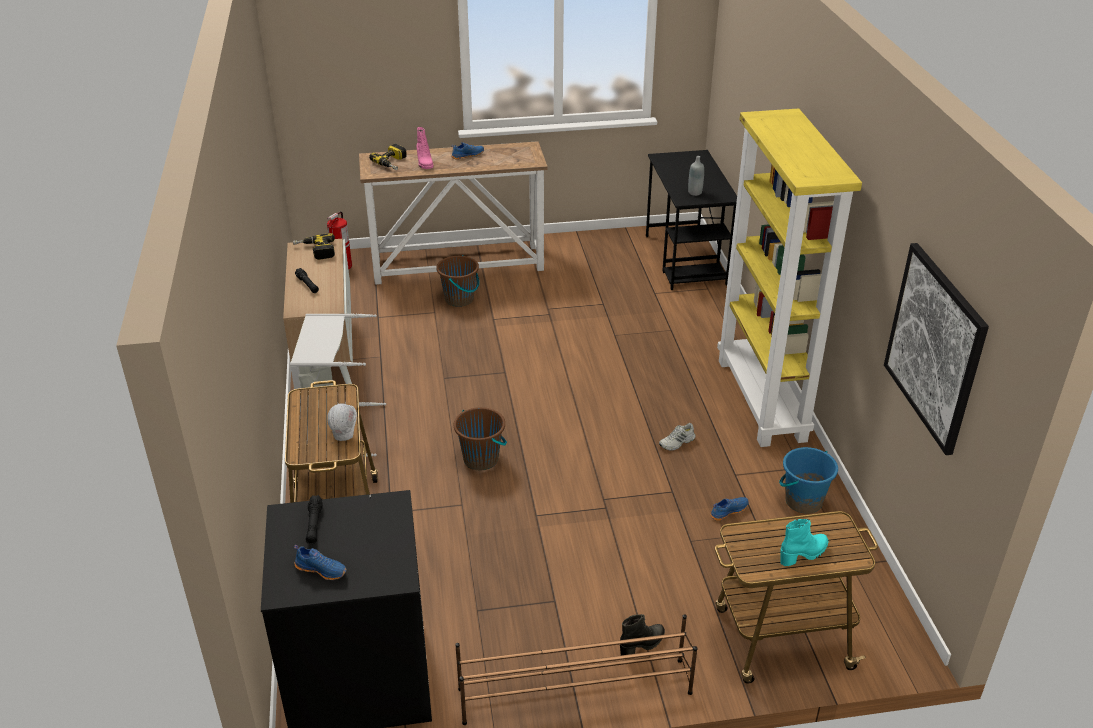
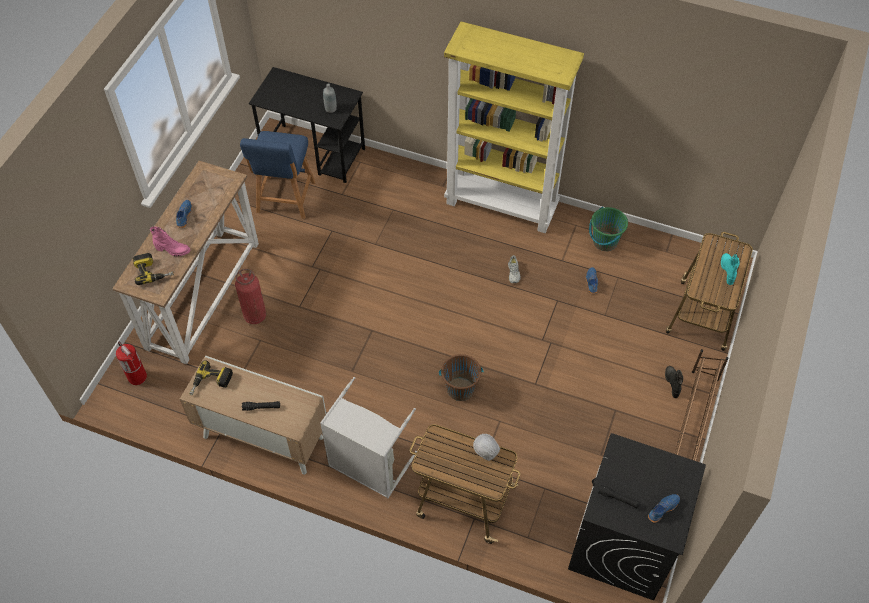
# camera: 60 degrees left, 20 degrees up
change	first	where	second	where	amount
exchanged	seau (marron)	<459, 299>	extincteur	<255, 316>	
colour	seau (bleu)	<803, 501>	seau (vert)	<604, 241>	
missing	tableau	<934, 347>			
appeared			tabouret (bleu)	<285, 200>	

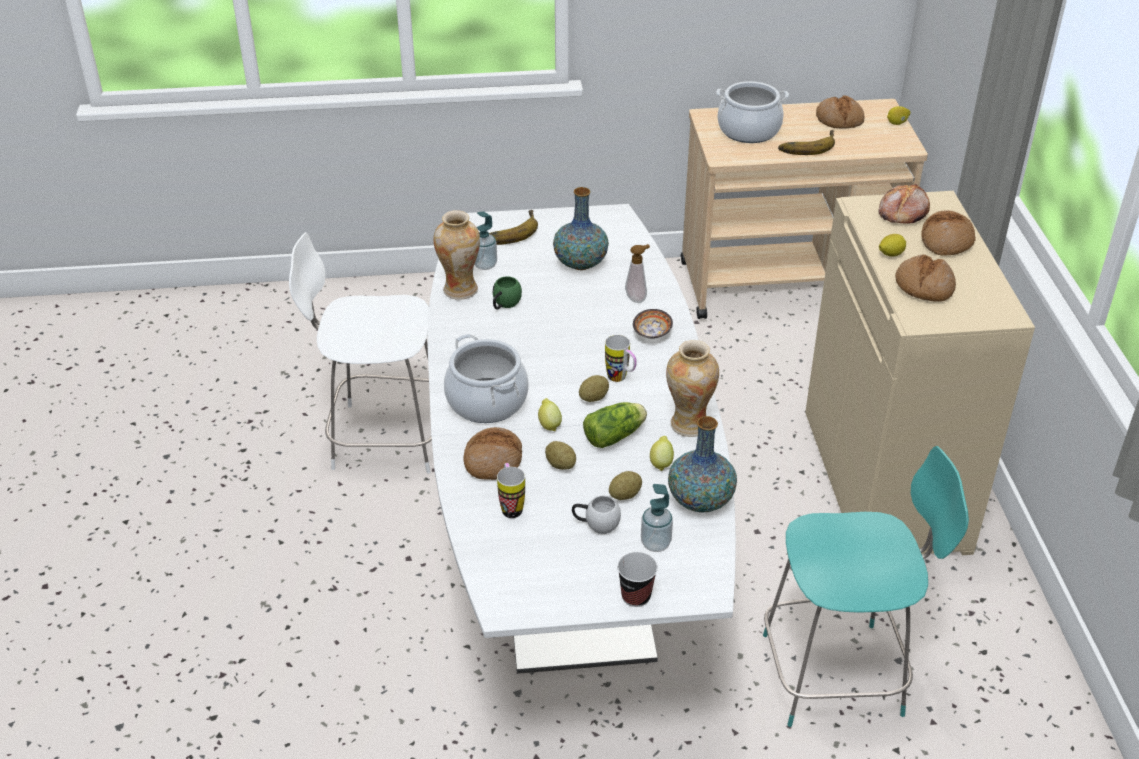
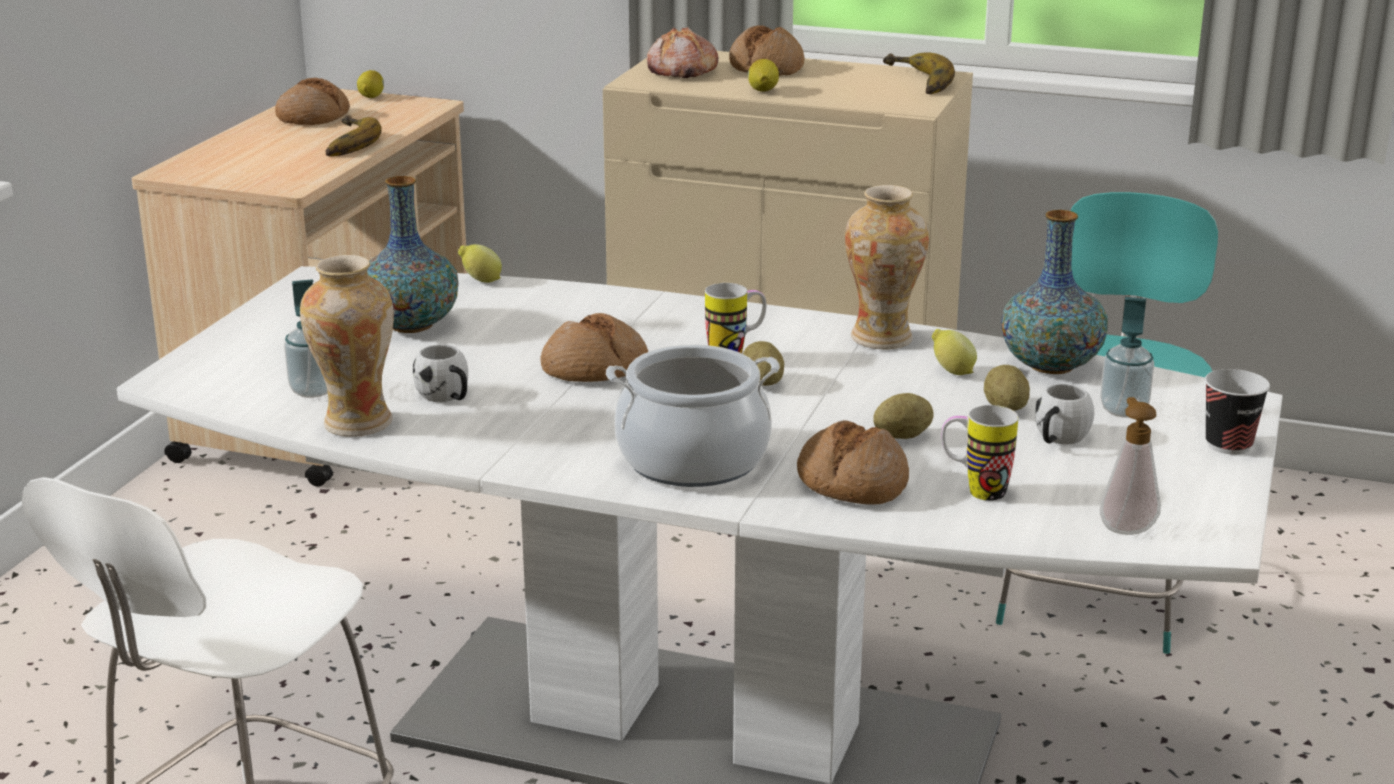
# camera: 65 degrees left, 15 degrees down
change	first	where	second	where	amount
relocated	banane	<508, 232>		<914, 81>	
colour	mug (vert)	<504, 305>	mug (blanc)	<447, 397>	
relocated	citron	<549, 424>		<480, 281>	
missing	laitue	<616, 435>			
relocated	distributeur de savon	<637, 298>		<1126, 527>	
missing	bol	<652, 333>			
missing	marmite	<748, 130>			
relocated	pain	<924, 287>		<595, 368>	

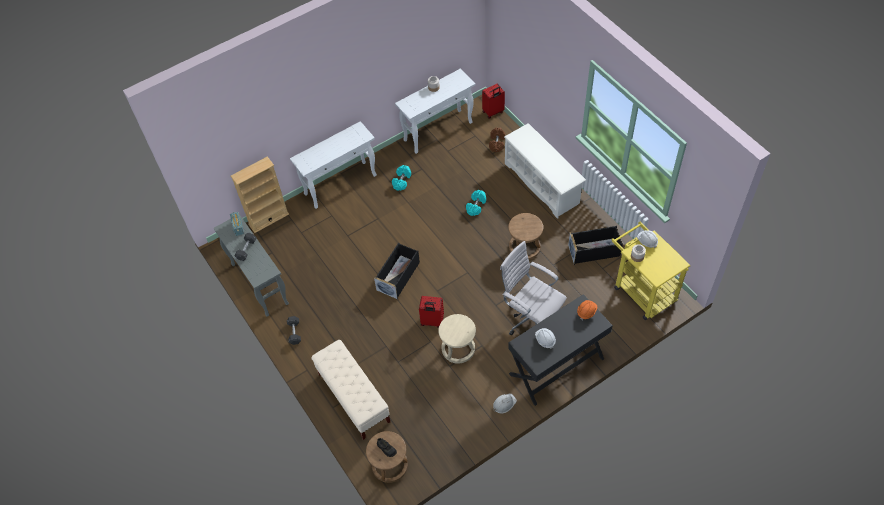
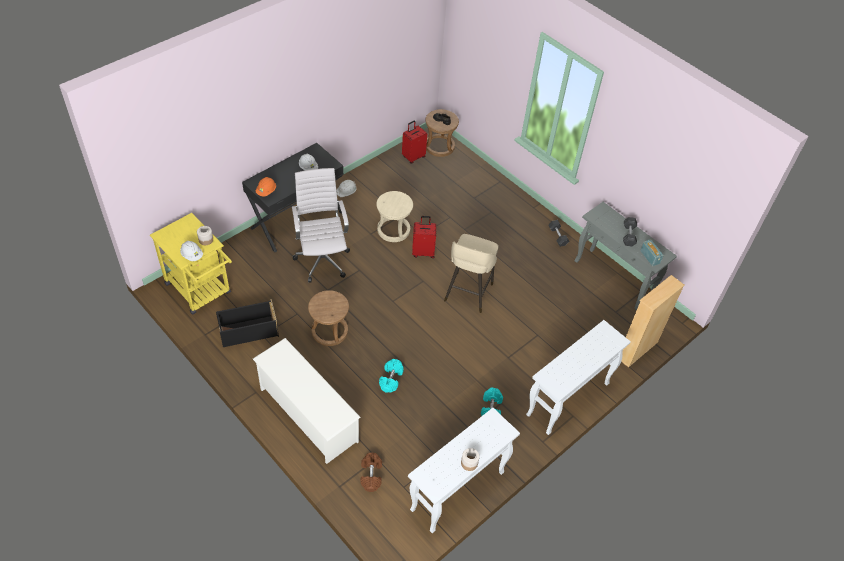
# camera: 165 degrees right, 5 degrees down
change	first	where	second	where	amount
missing	banc (beige)	<353, 398>			
exchanged	boîte de rangement (noir)	<398, 276>	tabouret (beige)	<467, 294>	
relocated	valise (rouge)	<493, 112>		<413, 156>	
spun	chaise de bureau (blanc)	<530, 318>		<322, 259>	135 degrees counterclockwise

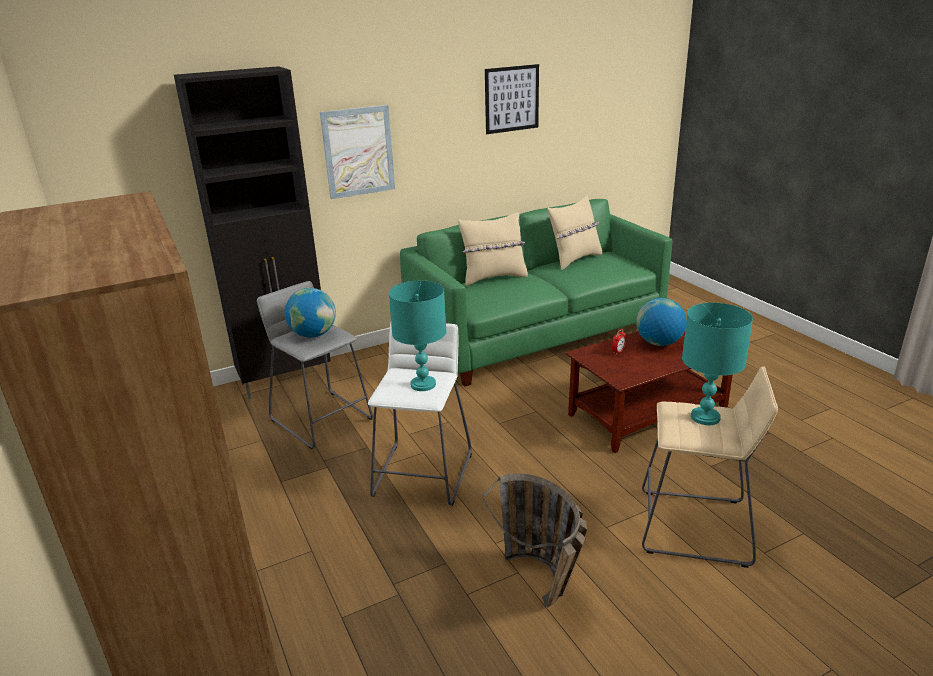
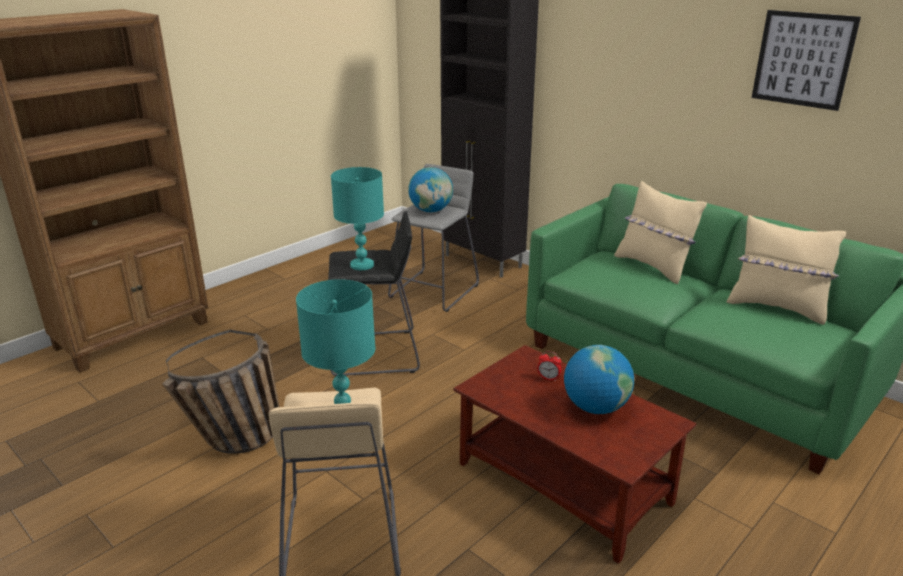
# camera: 70 degrees right, 0 degrees up
change	first	where	second	where	amount
missing	tableau	<358, 152>			
colour	tabouret (blanc)	<423, 474>	tabouret (noir)	<375, 353>	

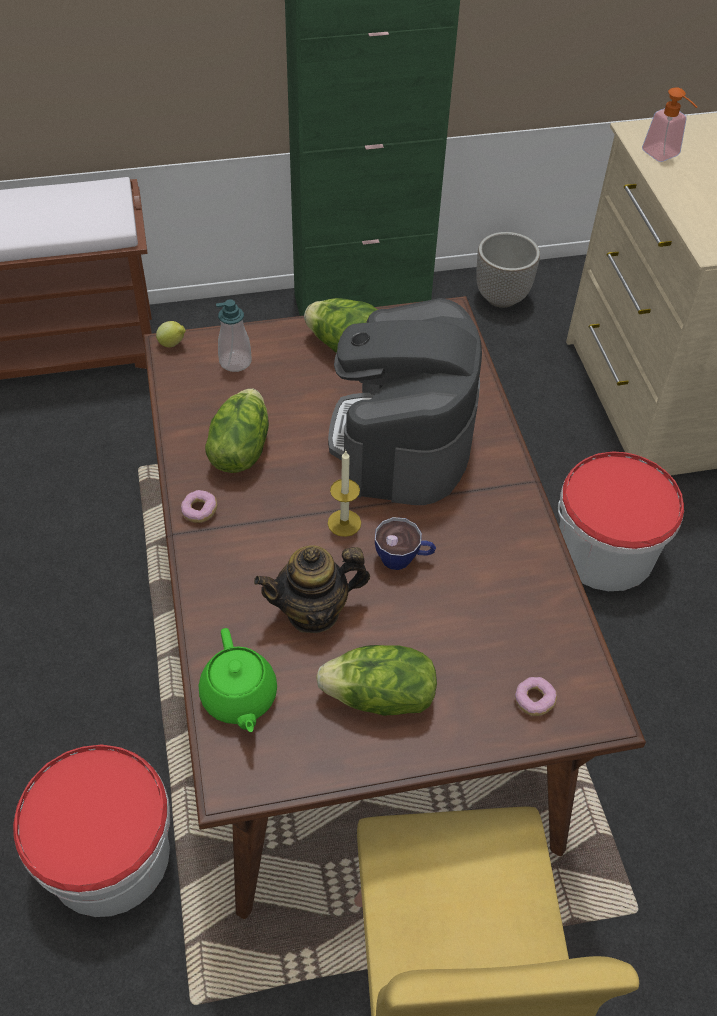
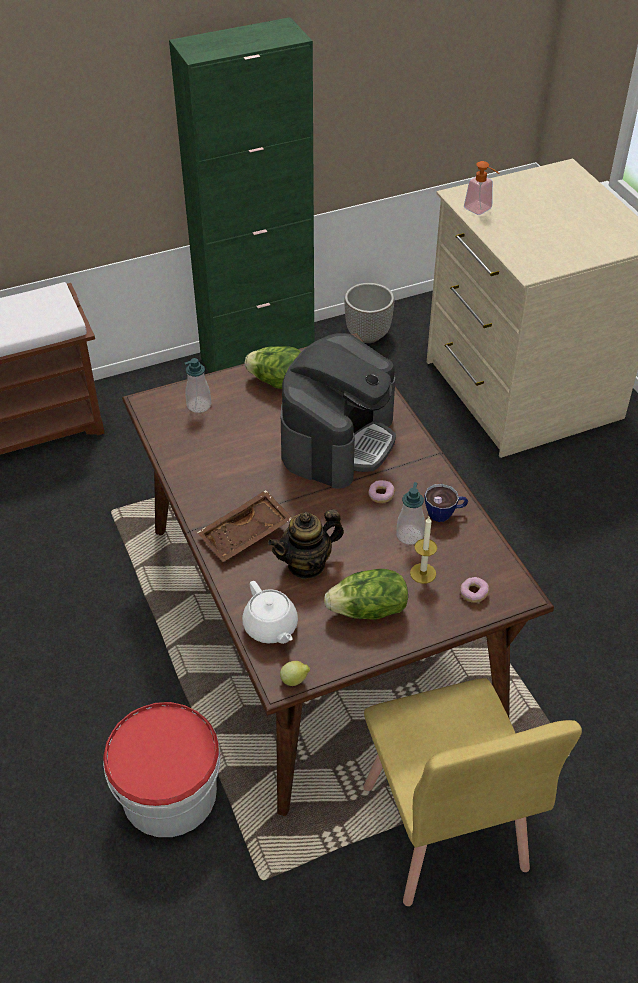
# camera: 10 degrees left, 5 degrees down
change	first	where	second	where	amount
relocated	citron	<173, 344>		<295, 680>	
relocated	beignet	<200, 511>		<381, 495>	
colour	théière (vert)	<239, 697>	théière (blanc)	<271, 627>	
missing	laitue	<239, 449>			
spun	machine à café	<403, 439>		<338, 440>	150 degrees counterclockwise
relocated	bougie	<344, 523>		<423, 573>	
relocated	tasse	<404, 558>		<445, 513>	
missing	seau	<605, 550>			
appeared			plateau (marron)	<246, 535>	
appeared			distributeur de savon	<410, 535>	

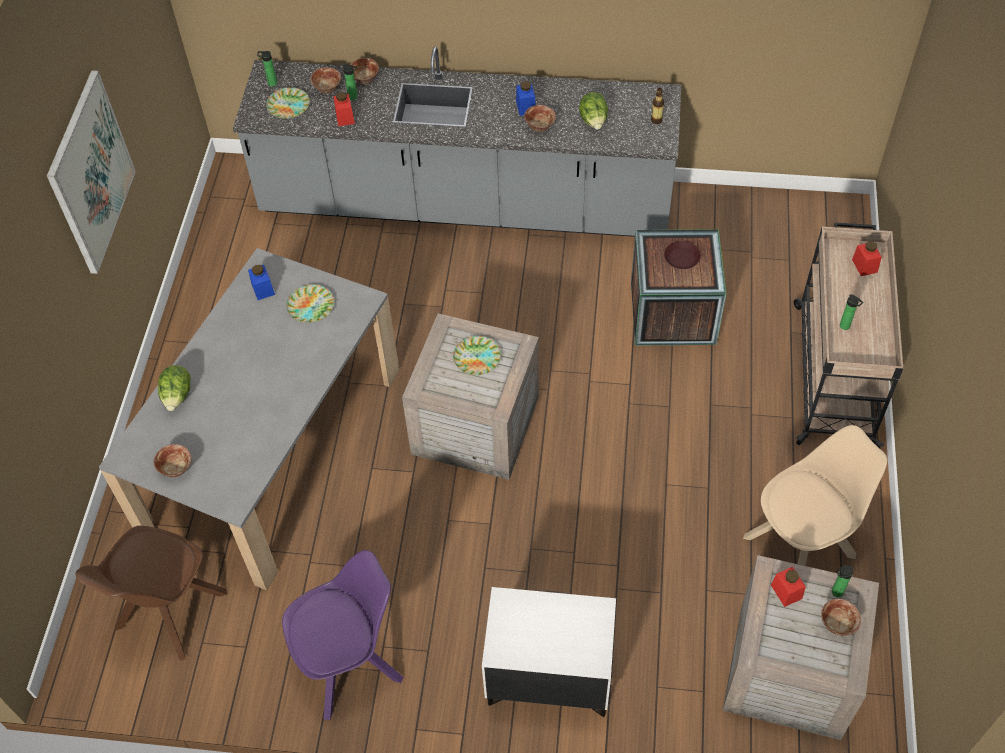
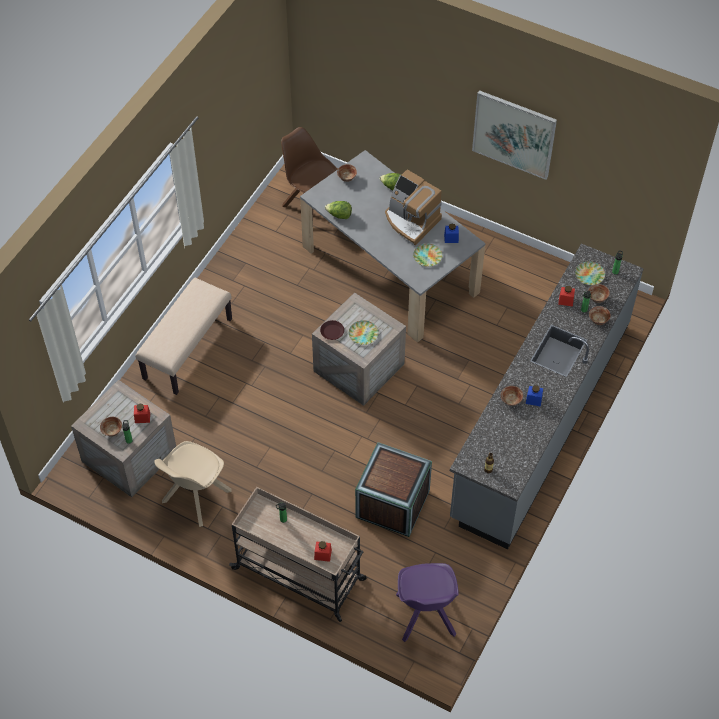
# camera: 110 degrees right, 0 degrees up
change	first	where	second	where	amount
relocated	chaise (violet)	<351, 663>		<425, 616>	
exchanged	table de chevet (blanc)	<548, 678>	banc (beige)	<187, 348>	
relocated	laitue	<593, 121>		<339, 215>	
relocated	assiette (marron)	<682, 258>		<332, 331>	
spun	chaise (beige)	<802, 545>		<195, 497>	45 degrees clockwise
appeared			machine à café	<411, 221>	

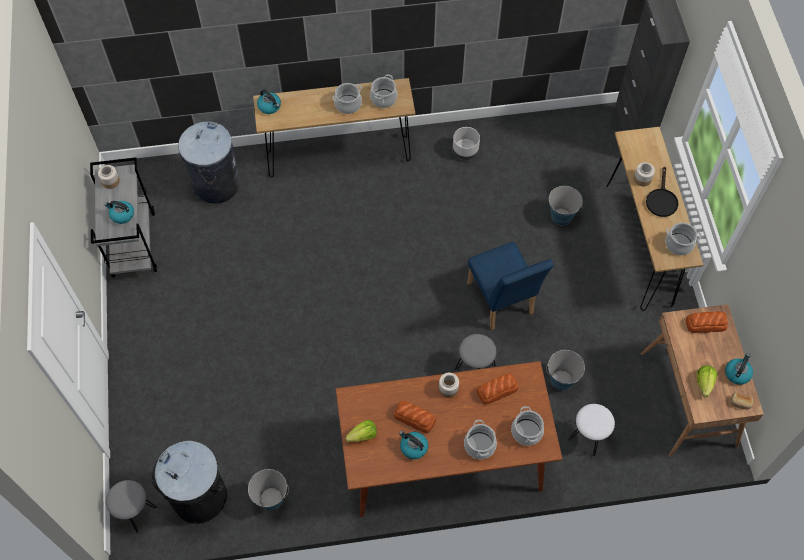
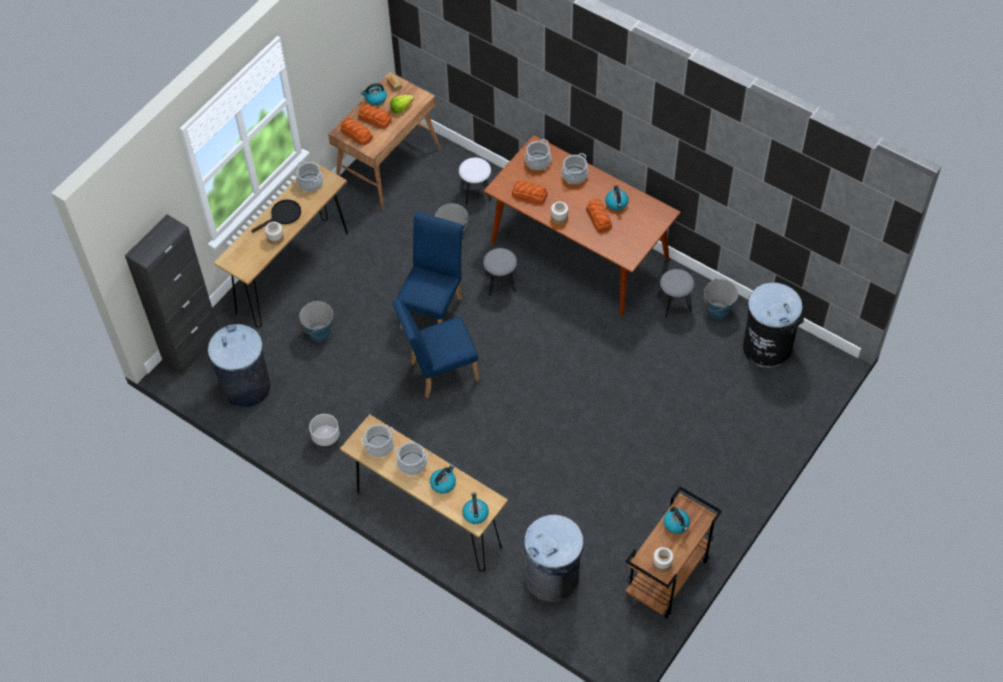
# camera: 135 degrees left, 5 degrees down
change	first	where	second	where	amount
colour	chariot (gris)	<133, 243>	chariot (marron)	<667, 577>	
relocated	tabouret (gris)	<135, 512>		<674, 305>	
missing	laitue	<363, 435>			
appeared			poubelle (gris)	<245, 387>	
appeared			pain	<374, 118>	
appeared			chaise (bleu)	<439, 372>	
appeared			bouilloire	<443, 483>	

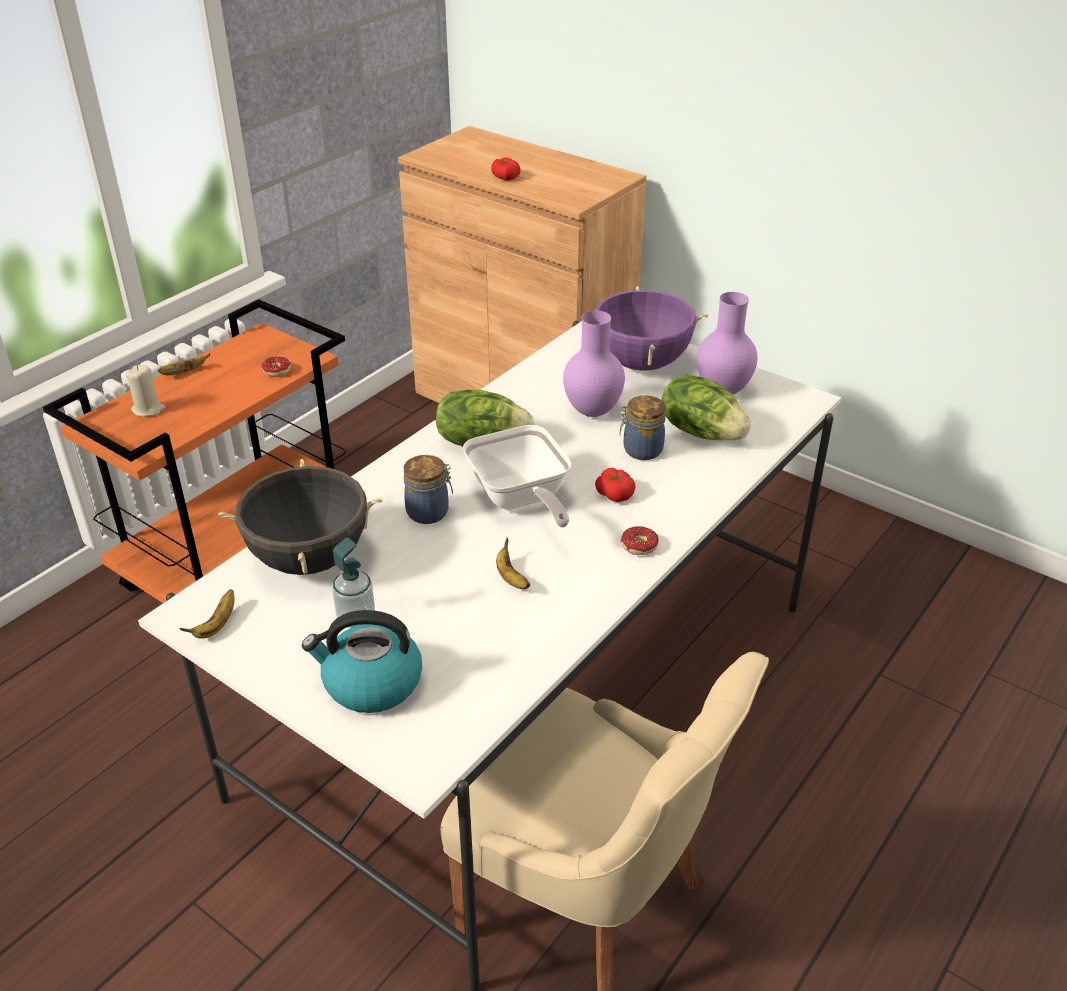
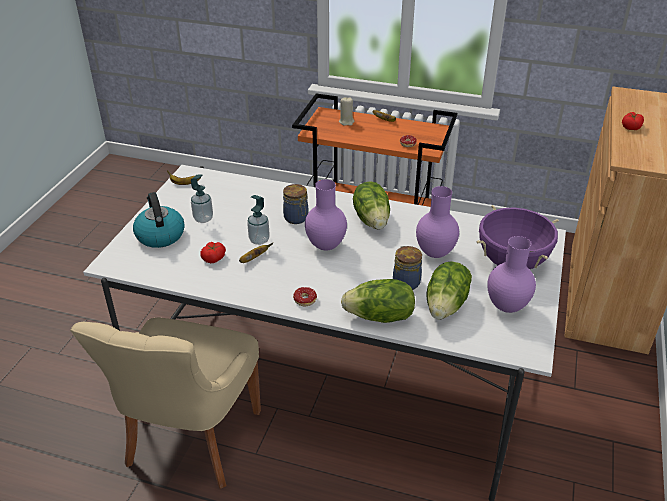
# camera: 70 degrees right, 0 degrees up
change	first	where	second	where	amount
missing	marmite (noir)	<309, 559>			
exchanged	poêle	<520, 500>	vase (violet)	<325, 246>	
relocated	tomate	<615, 494>		<214, 258>	
appeared			distributeur de savon	<259, 240>	
appeared			laitue	<380, 317>	

